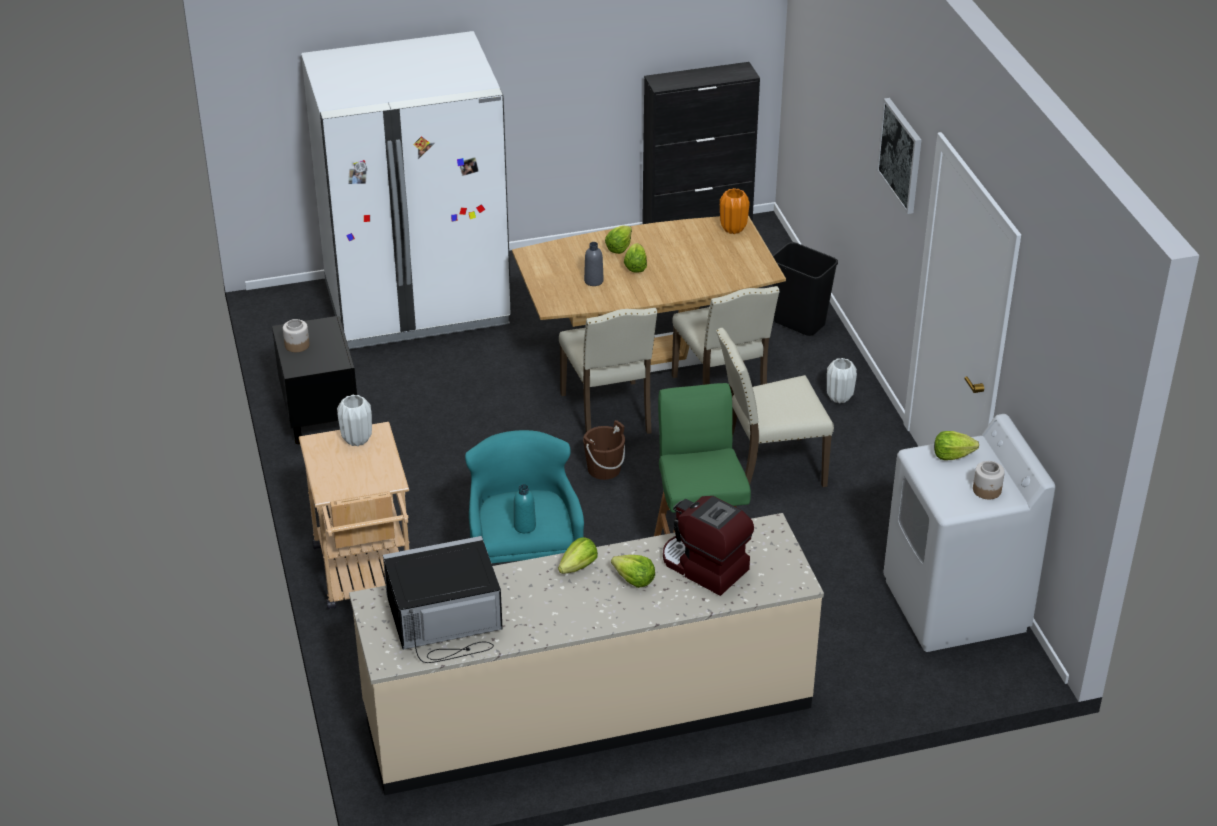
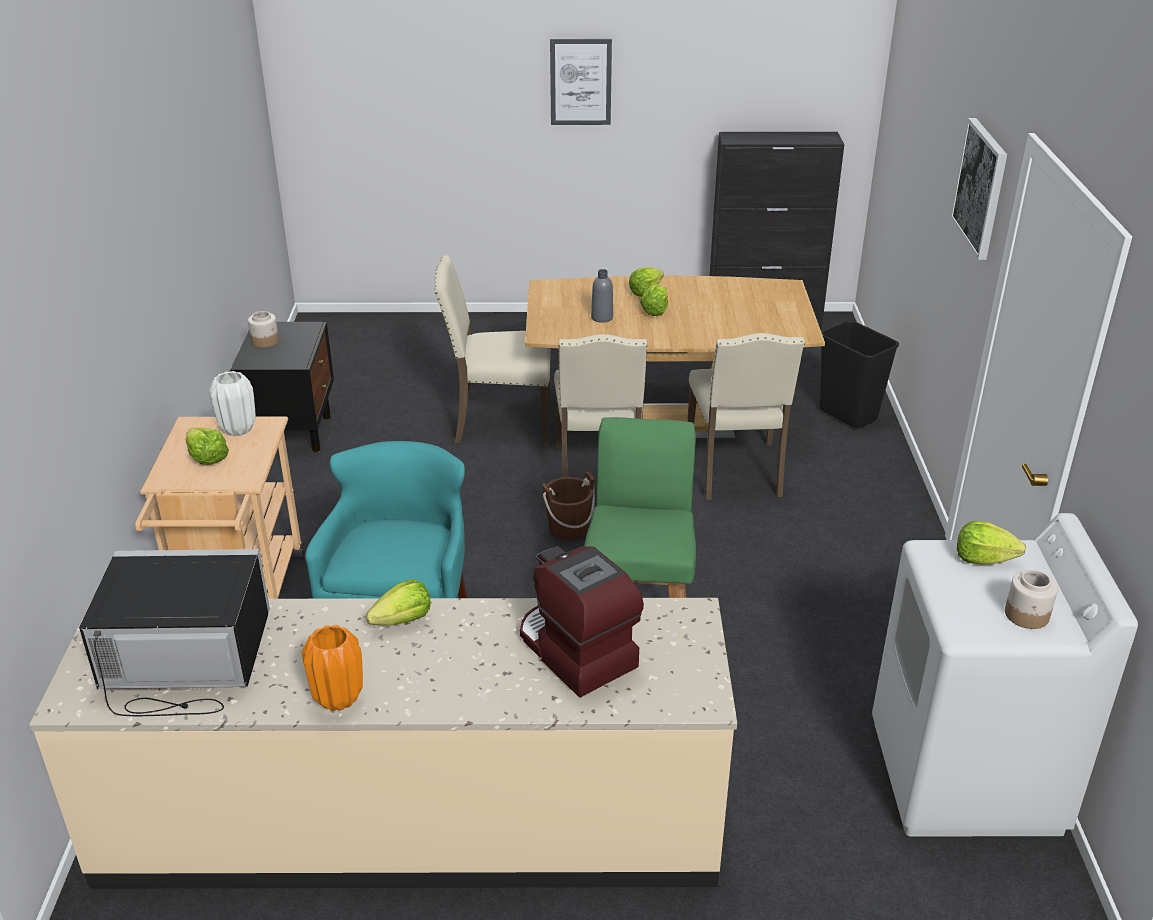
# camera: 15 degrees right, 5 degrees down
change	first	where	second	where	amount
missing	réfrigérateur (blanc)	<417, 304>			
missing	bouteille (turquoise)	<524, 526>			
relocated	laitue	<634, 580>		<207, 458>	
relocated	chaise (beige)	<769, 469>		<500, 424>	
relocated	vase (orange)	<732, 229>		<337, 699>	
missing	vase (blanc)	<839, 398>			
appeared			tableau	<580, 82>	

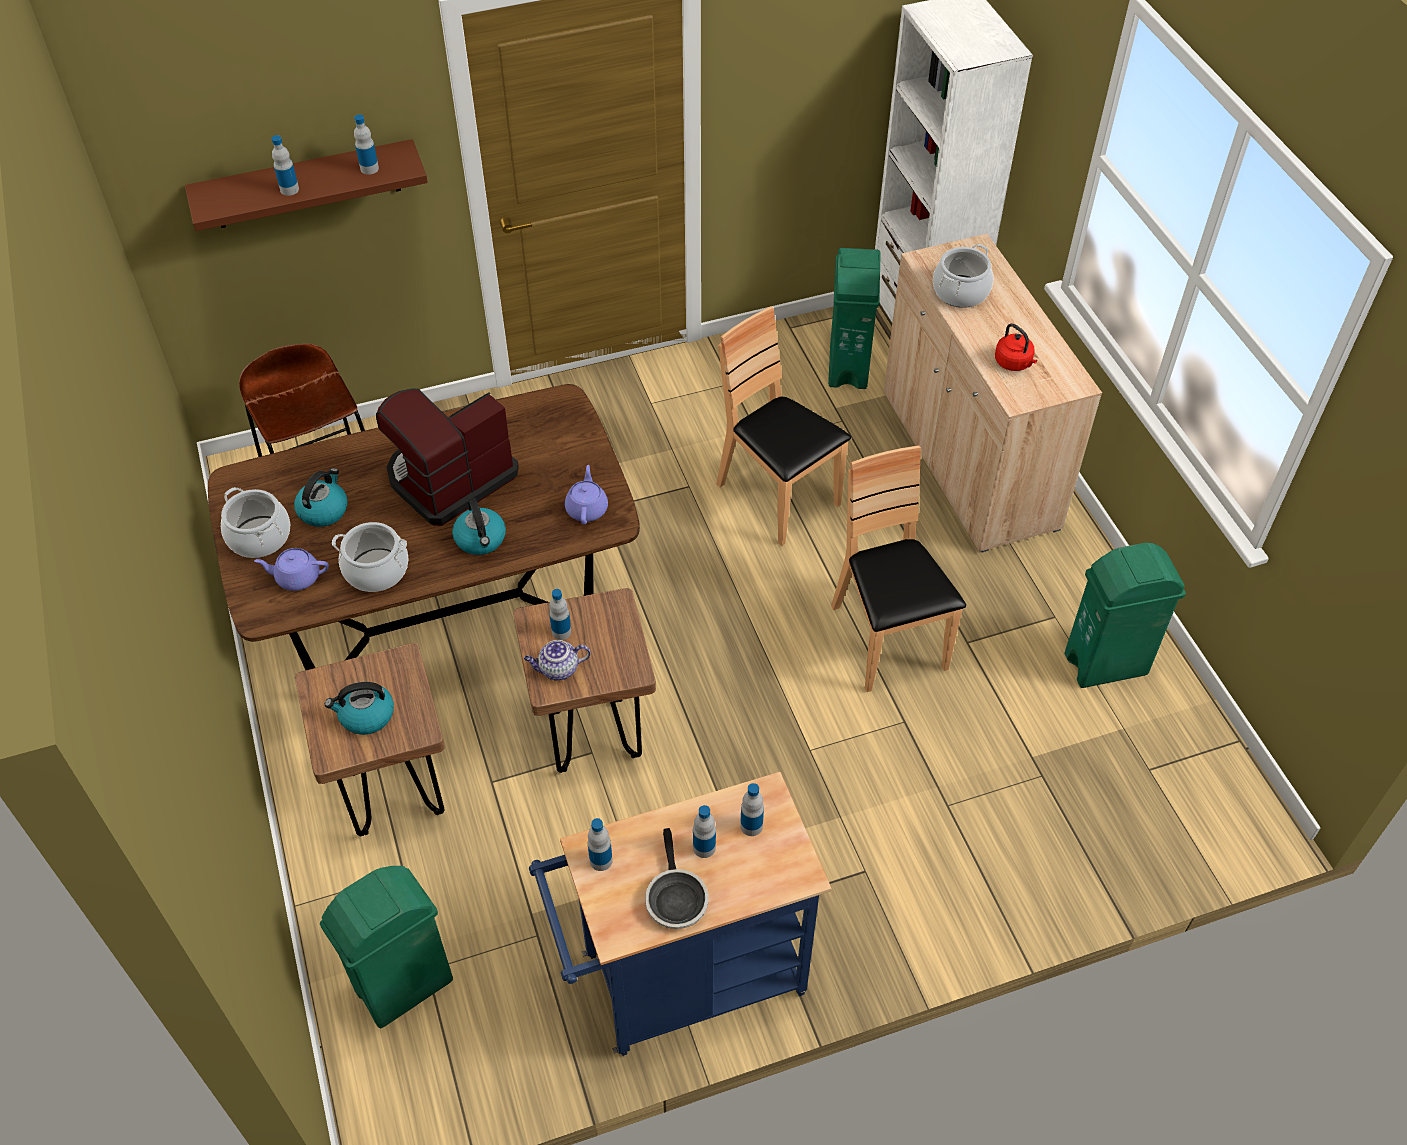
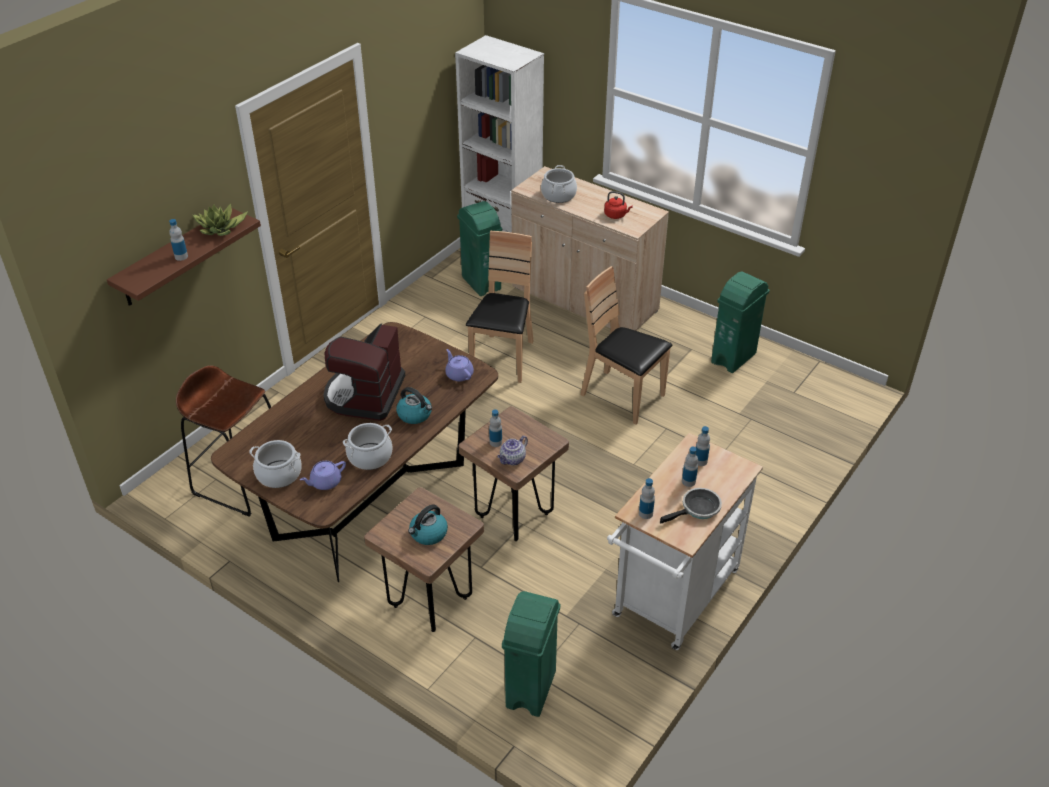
# camera: 35 degrees left, 10 degrees down
change	first	where	second	where	amount
missing	bouilloire	<323, 510>			
exchanged	bouteille	<369, 168>	plante en pot	<220, 229>	
colour	chariot (bleu)	<680, 980>	chariot (blanc)	<672, 600>	
spun	poêle	<675, 898>		<698, 509>	75 degrees counterclockwise
spun	chaise (marron)	<777, 497>		<503, 359>	90 degrees clockwise

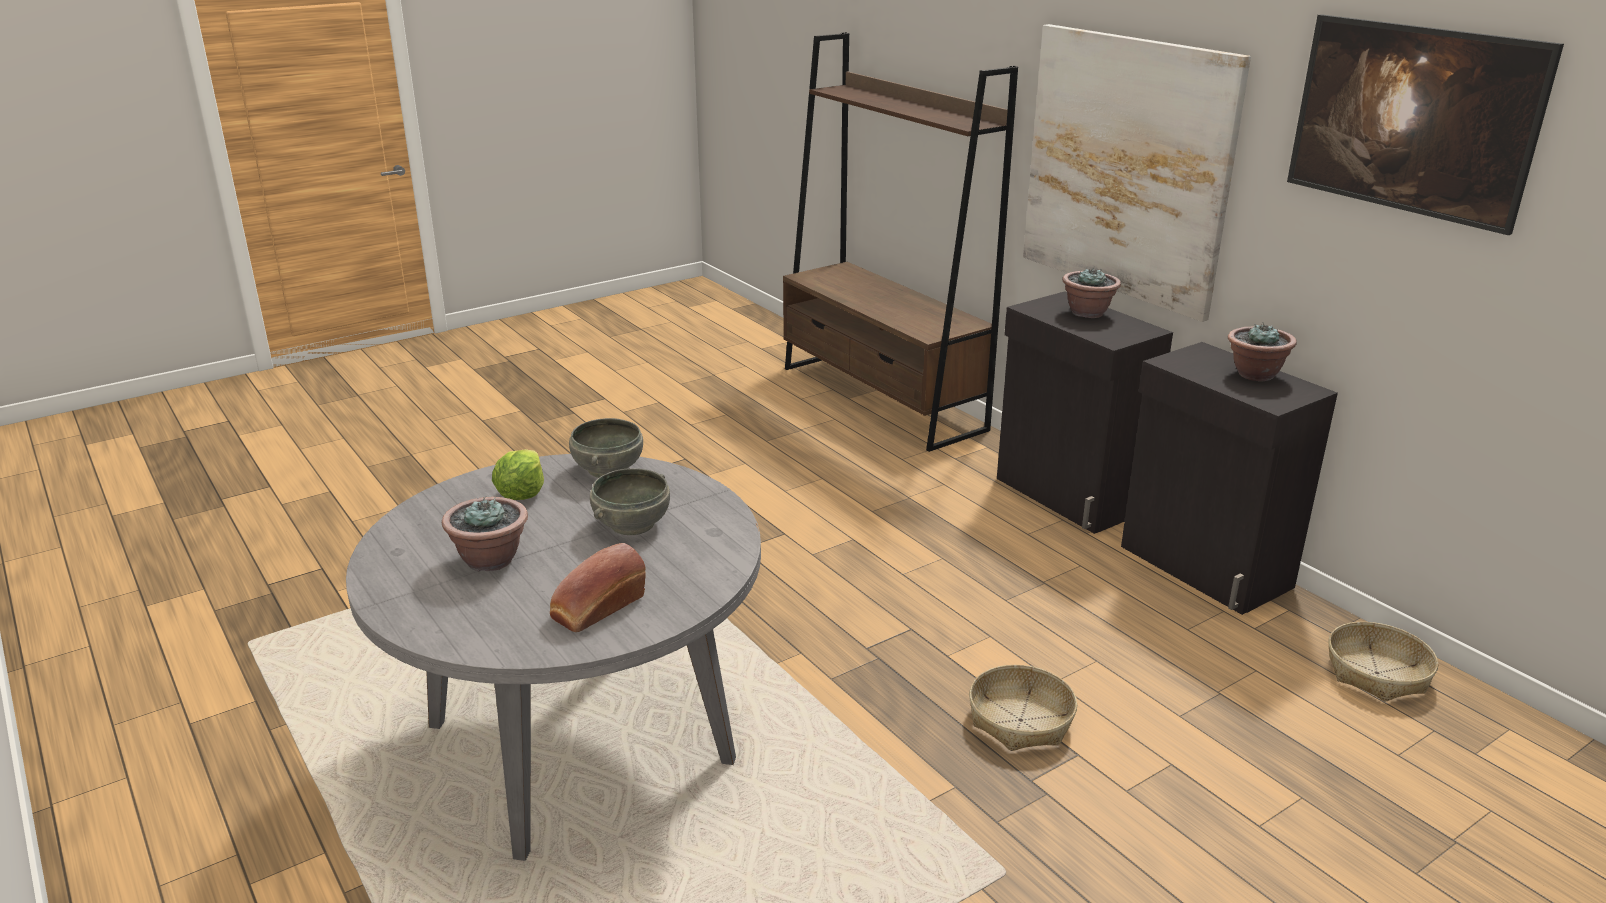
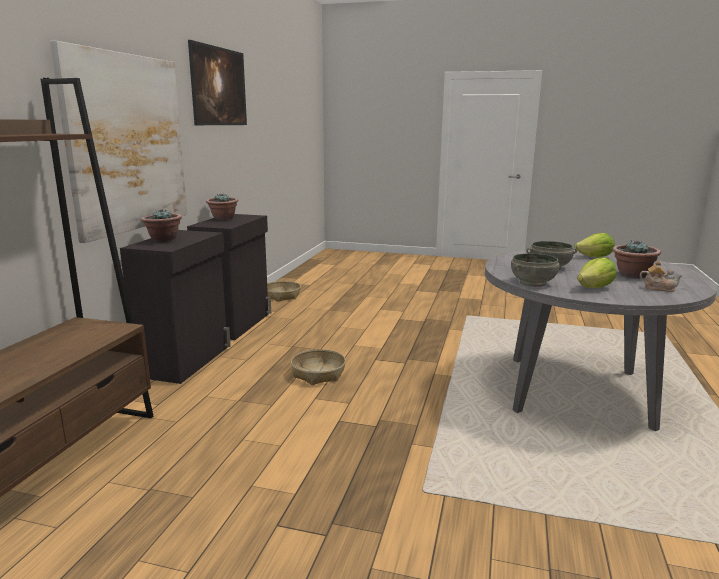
# camera: 130 degrees left, 10 degrees down
change	first	where	second	where	amount
exchanged	pain	<596, 608>	laitue	<595, 257>	
relocated	panier	<1021, 720>		<318, 373>	
appeared			théière	<658, 288>	

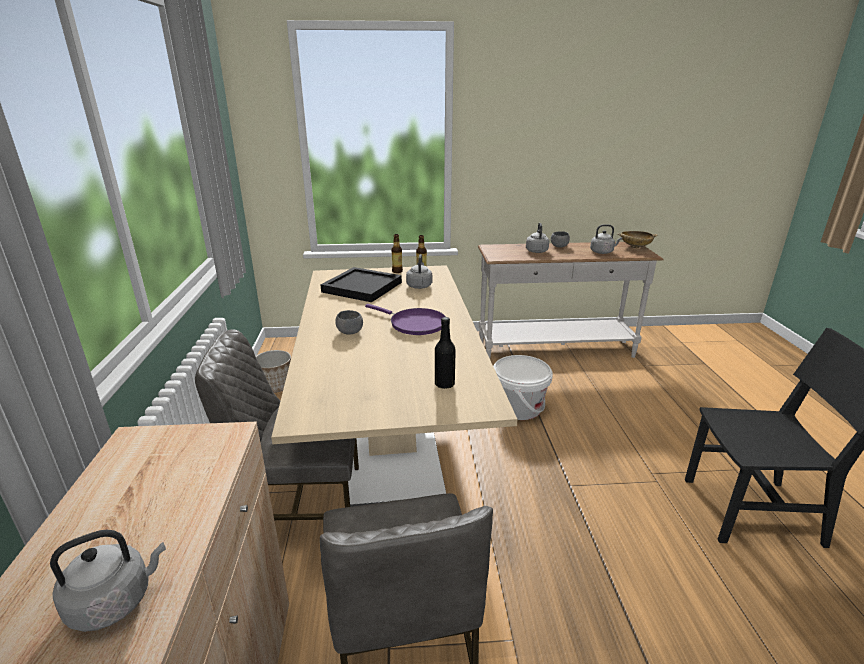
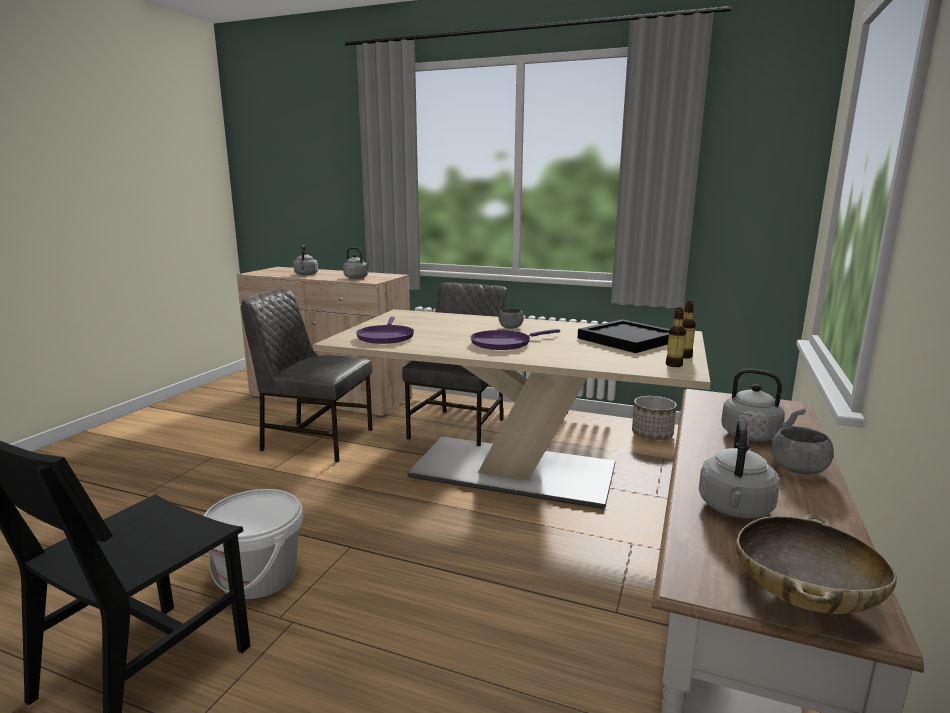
# camera: 115 degrees right, 10 degrees down
change	first	where	second	where	amount
relocated	bouilloire (gris)	<419, 285>		<357, 278>	
exchanged	bouteille (noir)	<444, 384>	poêle (violet)	<385, 337>	
relocated	seau (blanc)	<519, 407>		<259, 576>	

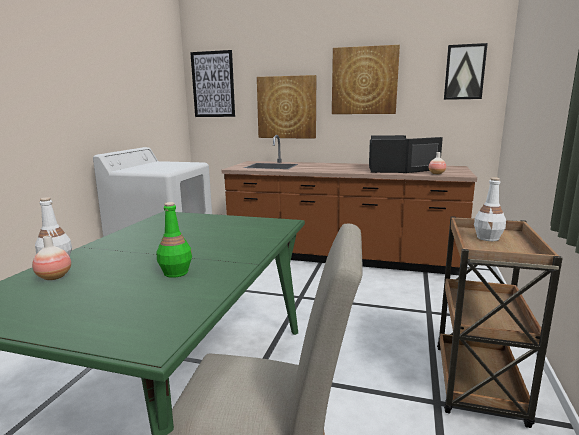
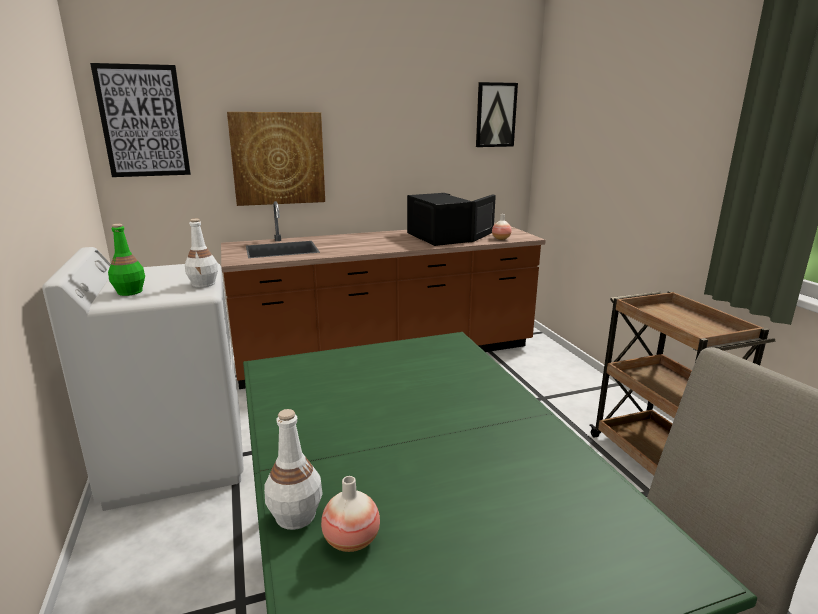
# camera: 35 degrees left, 5 degrees up
change	first	where	second	where	amount
relocated	bouteille (vert)	<176, 272>		<129, 292>	
missing	tableau	<364, 81>			
relocated	bouteille (blanc)	<488, 238>		<204, 284>	

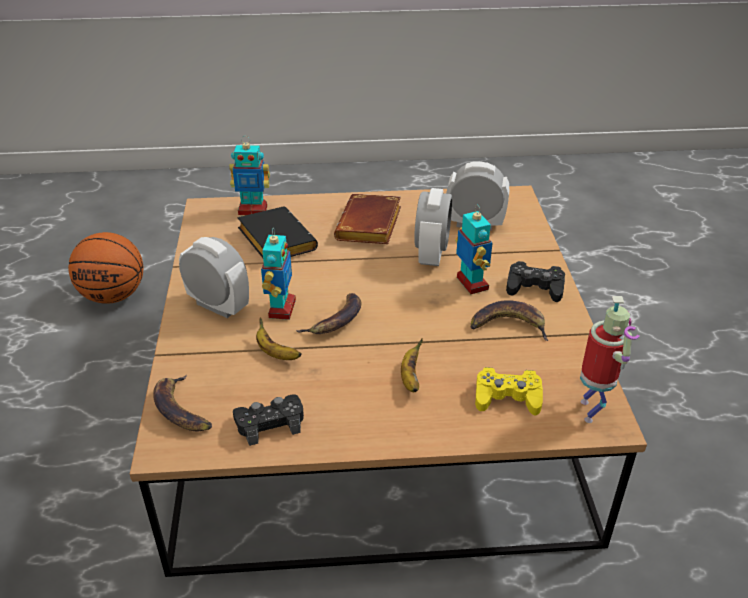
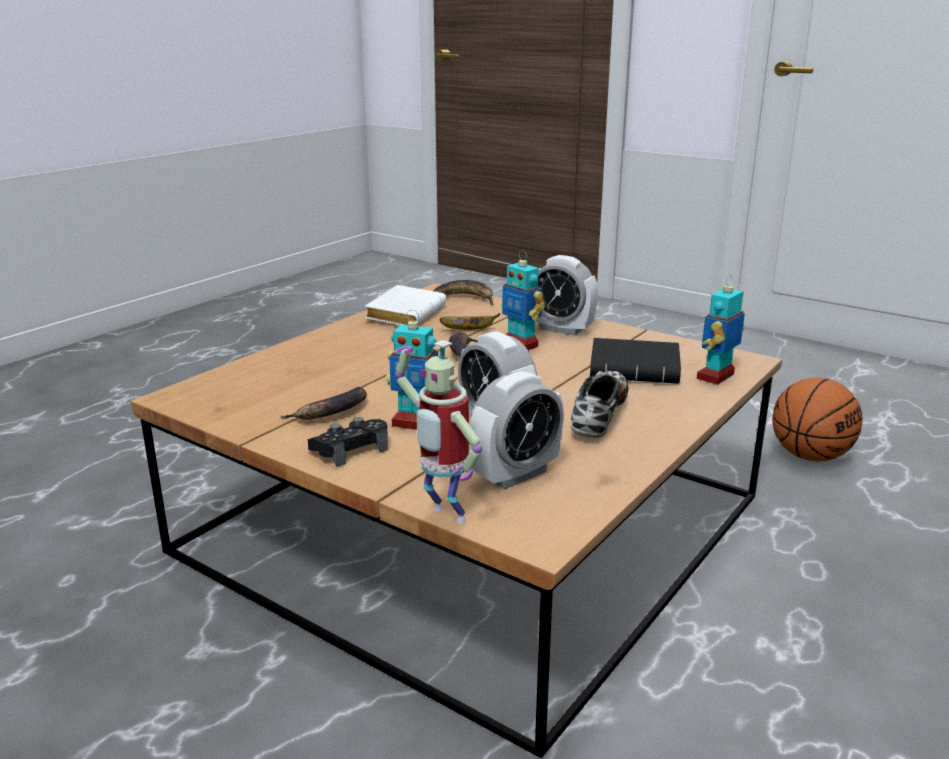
# camera: 130 degrees right, 15 degrees down
change	first	where	second	where	amount
spun	réveil	<218, 306>		<560, 329>	45 degrees clockwise
exchanged	manette (noir)	<270, 423>	livre (blanc)	<405, 313>	
exchanged	livre (marron)	<370, 227>	chaussure	<599, 416>	
missing	banane	<410, 378>			
missing	manette (jaune)	<507, 397>			
relocated	robot jouet	<592, 411>		<443, 516>	

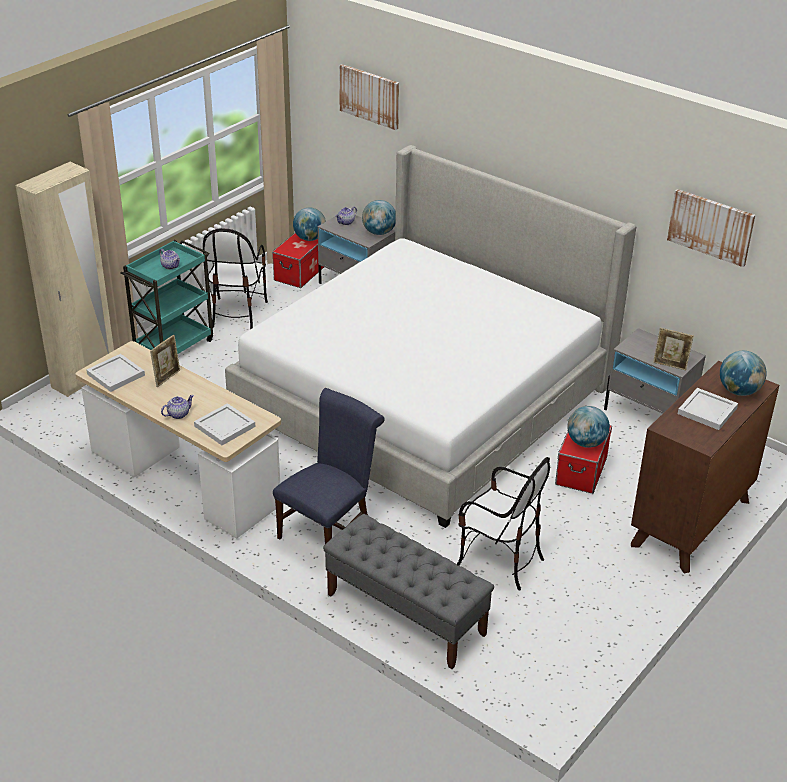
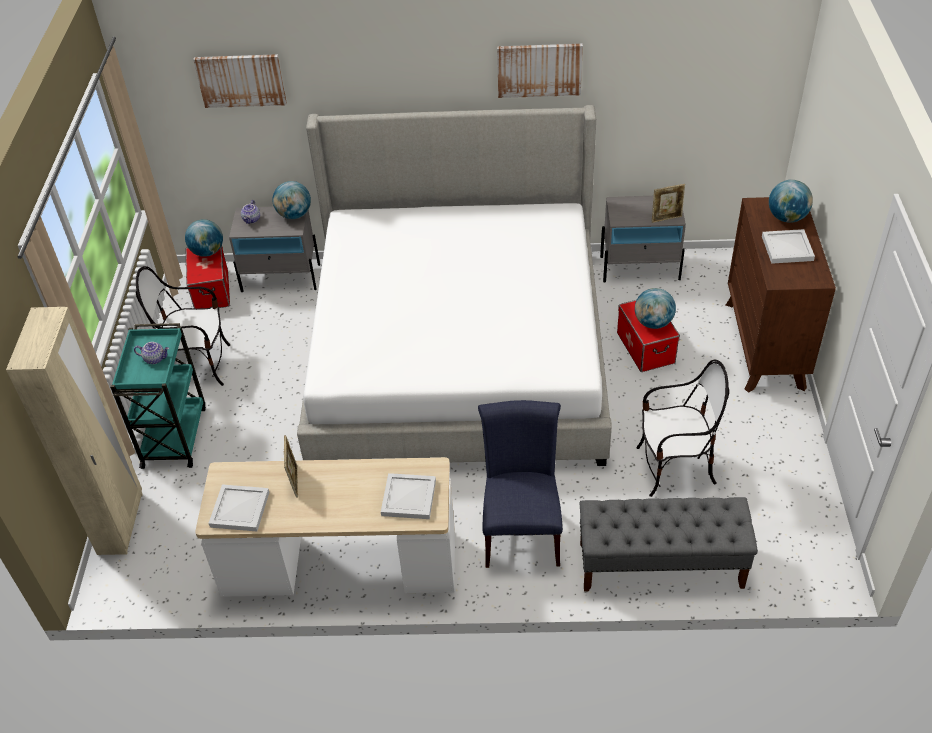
# camera: 35 degrees left, 10 degrees up
change	first	where	second	where	amount
missing	théière	<178, 414>			
spun	chaise	<237, 313>		<198, 365>	120 degrees clockwise
relocated	tableau	<711, 227>		<539, 69>	

